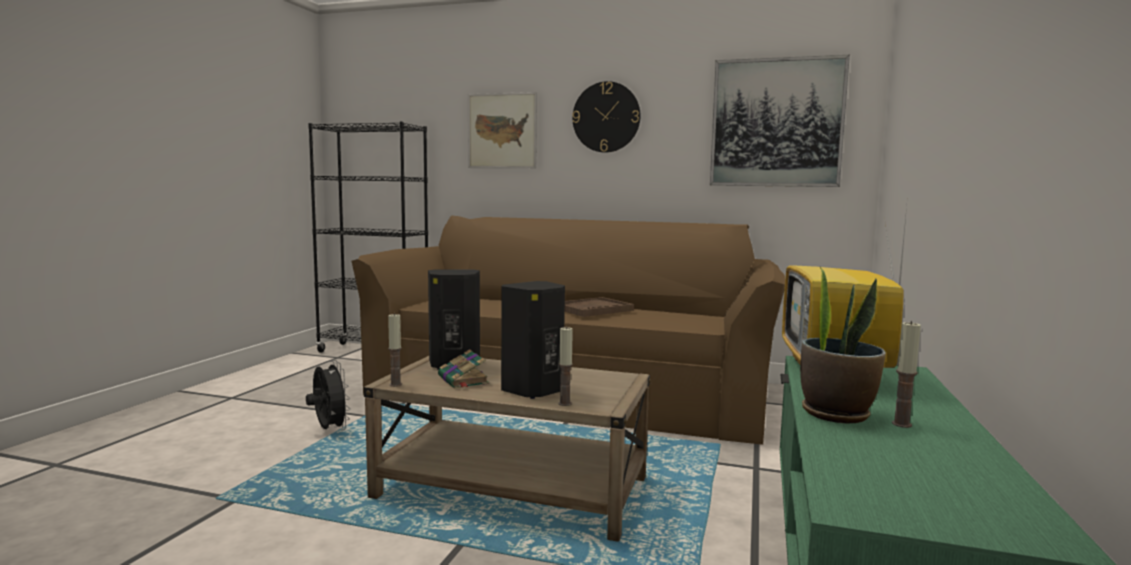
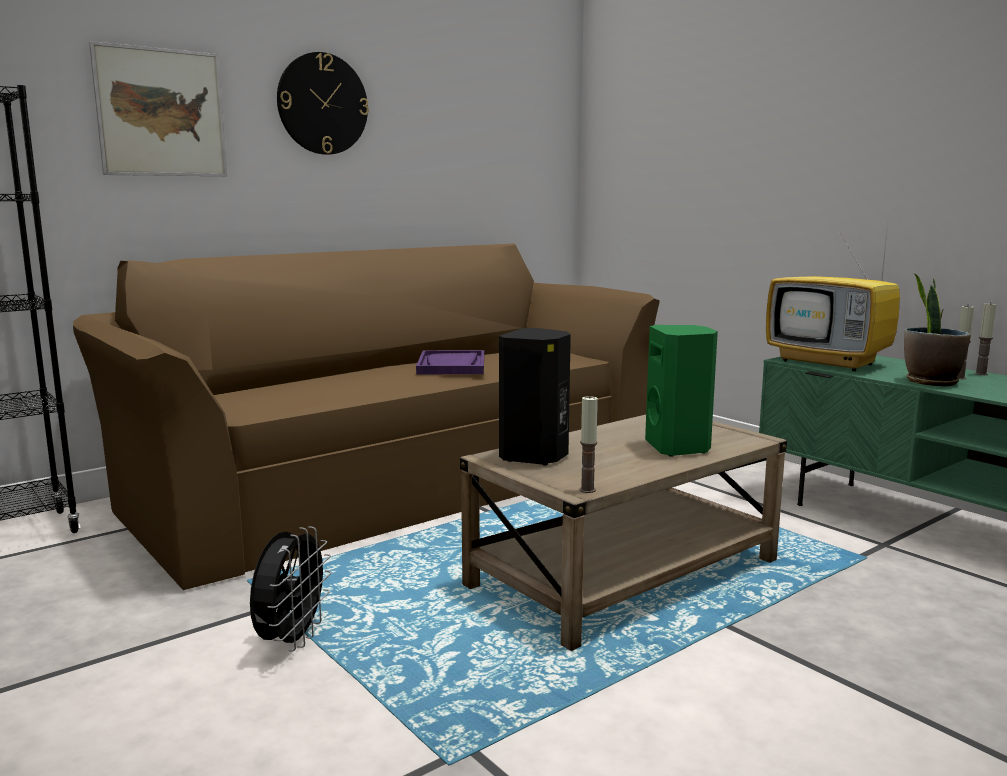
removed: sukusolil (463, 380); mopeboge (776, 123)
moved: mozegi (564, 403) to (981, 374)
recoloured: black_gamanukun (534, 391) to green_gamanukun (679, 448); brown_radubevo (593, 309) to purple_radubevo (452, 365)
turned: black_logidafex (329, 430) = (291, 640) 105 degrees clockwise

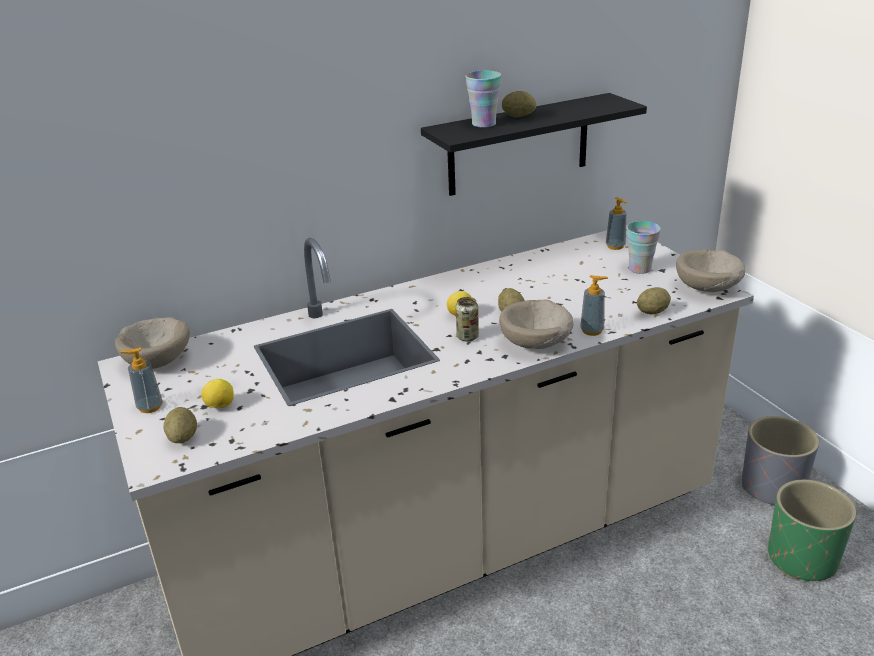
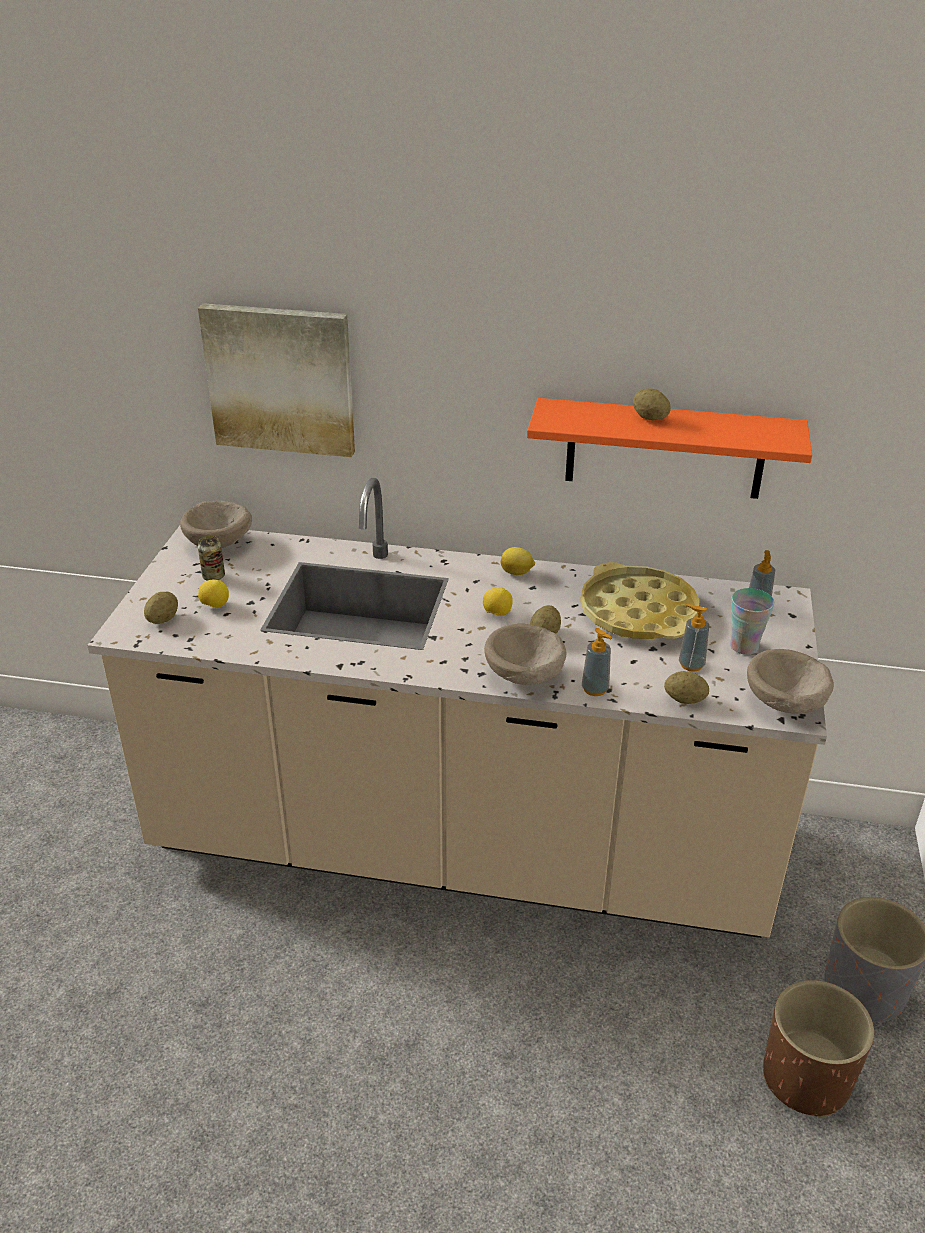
removed: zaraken (484, 124)
added: mopeboge (281, 379); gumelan (517, 573); yellow_radubevo (638, 612)
moved: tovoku (150, 407) to (691, 665); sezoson (467, 337) to (213, 576)
recoloured: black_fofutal (519, 145) to orange_fofutal (665, 449); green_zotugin (802, 559) to brown_zotugin (806, 1078)

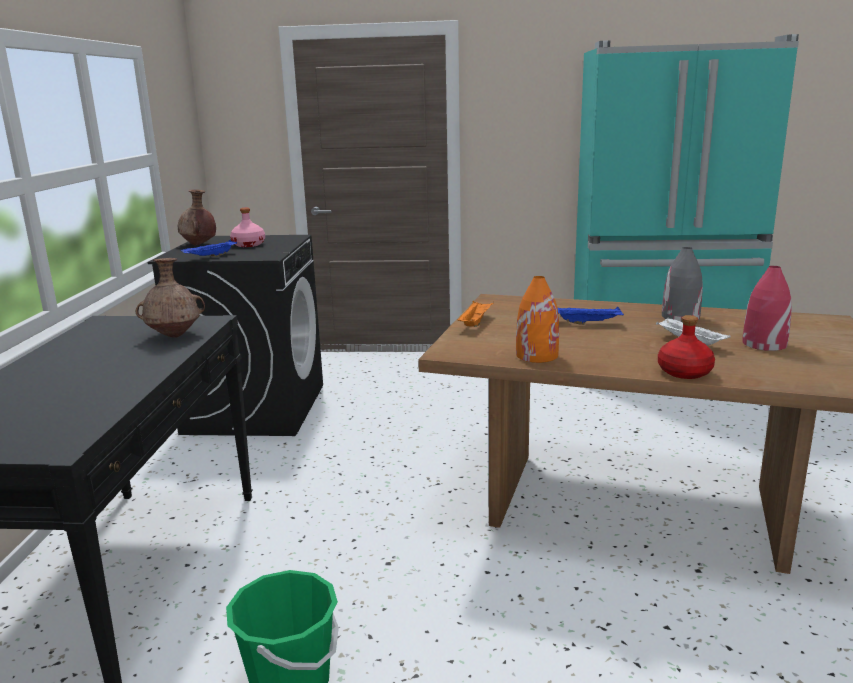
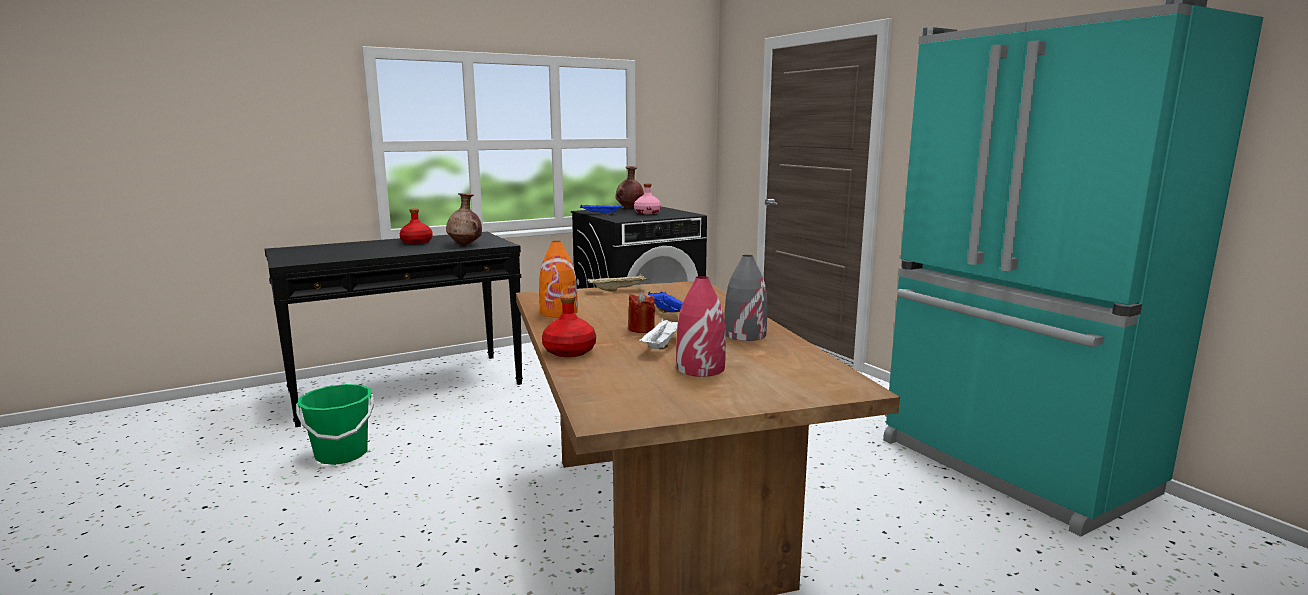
added: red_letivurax (417, 242); red_mozegi (641, 329)
recoloured: orange_radubevo (475, 323) to beige_radubevo (618, 290)

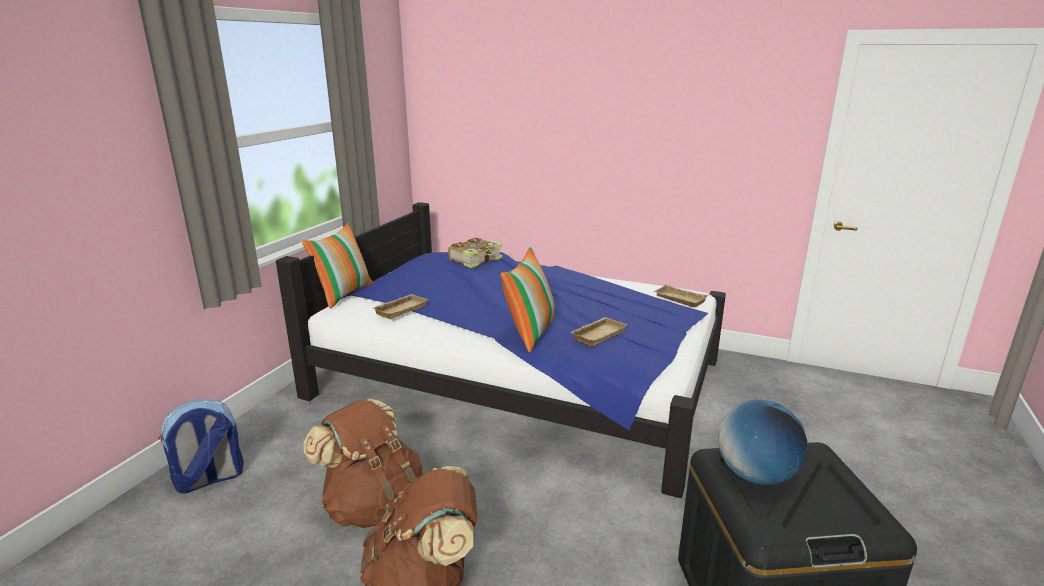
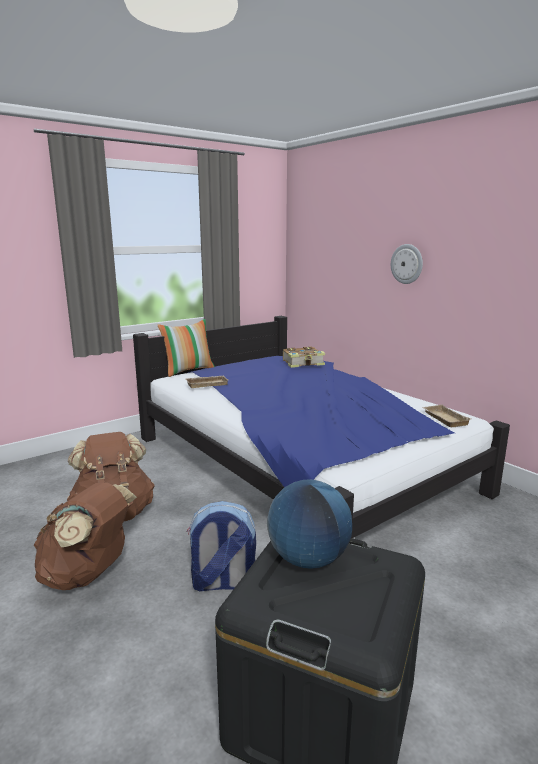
removed: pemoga (530, 332); beige_radubevo (598, 334)
added: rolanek (407, 264)
moved: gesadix (209, 479) to (222, 583)

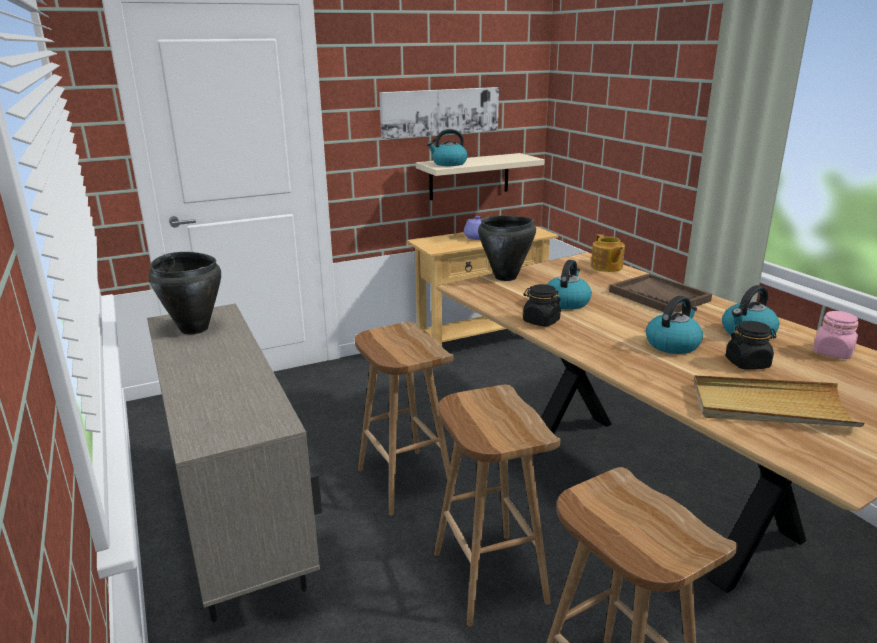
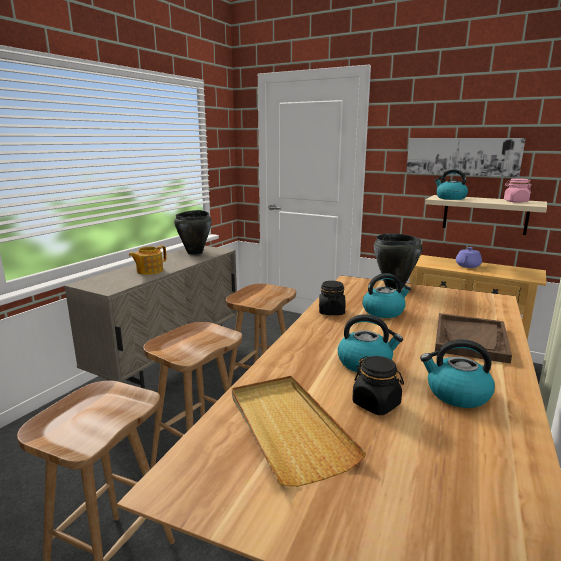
moved: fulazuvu (606, 267) to (149, 271); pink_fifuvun (833, 352) to (515, 201)

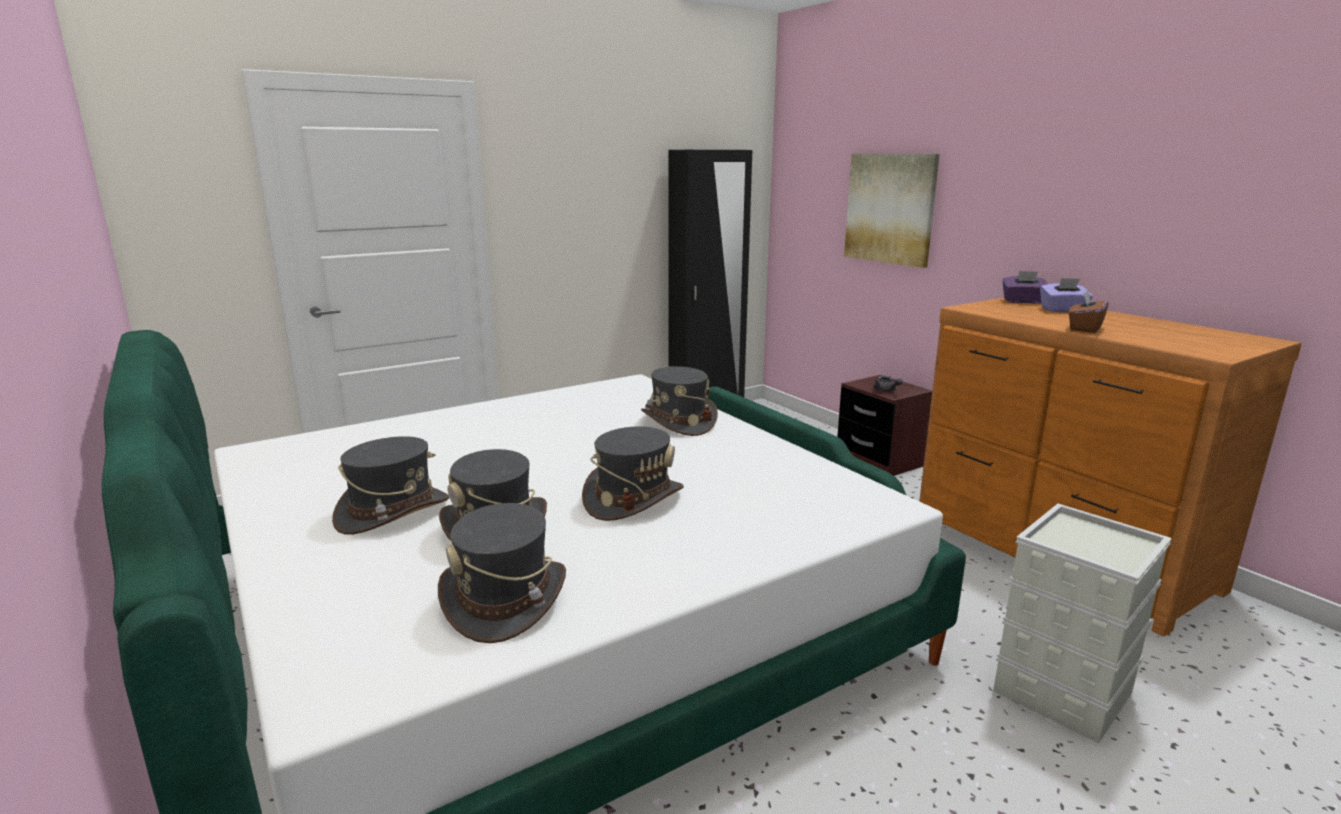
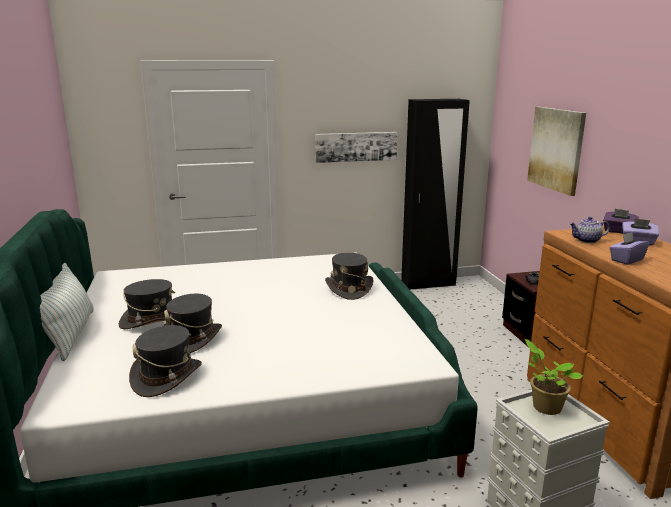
removed: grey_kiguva (633, 499)
added: pemoga (70, 335); mopeboge (356, 146); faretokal (544, 406); fulazuvu (587, 241)
recoloured: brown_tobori (1084, 328) to purple_tobori (626, 260)

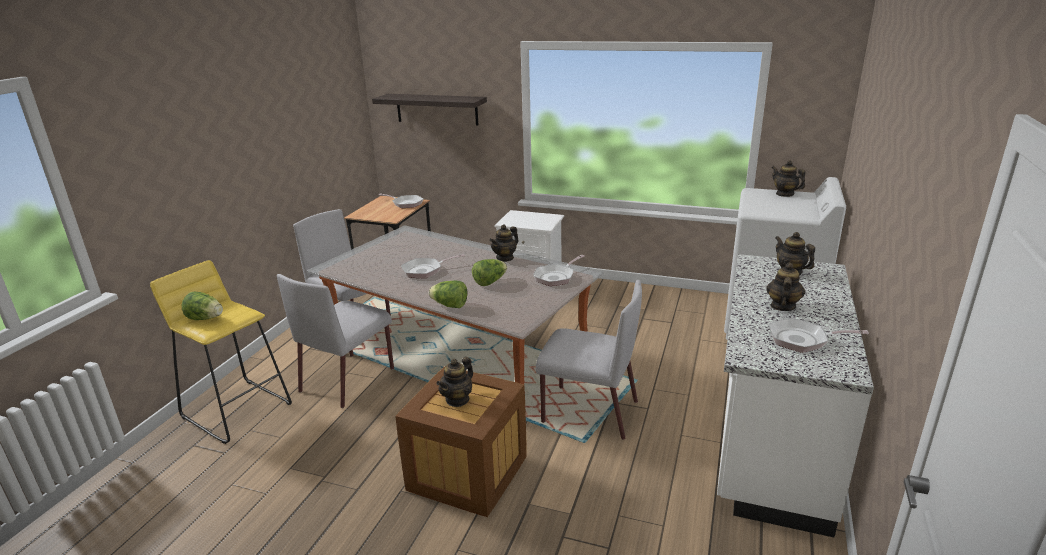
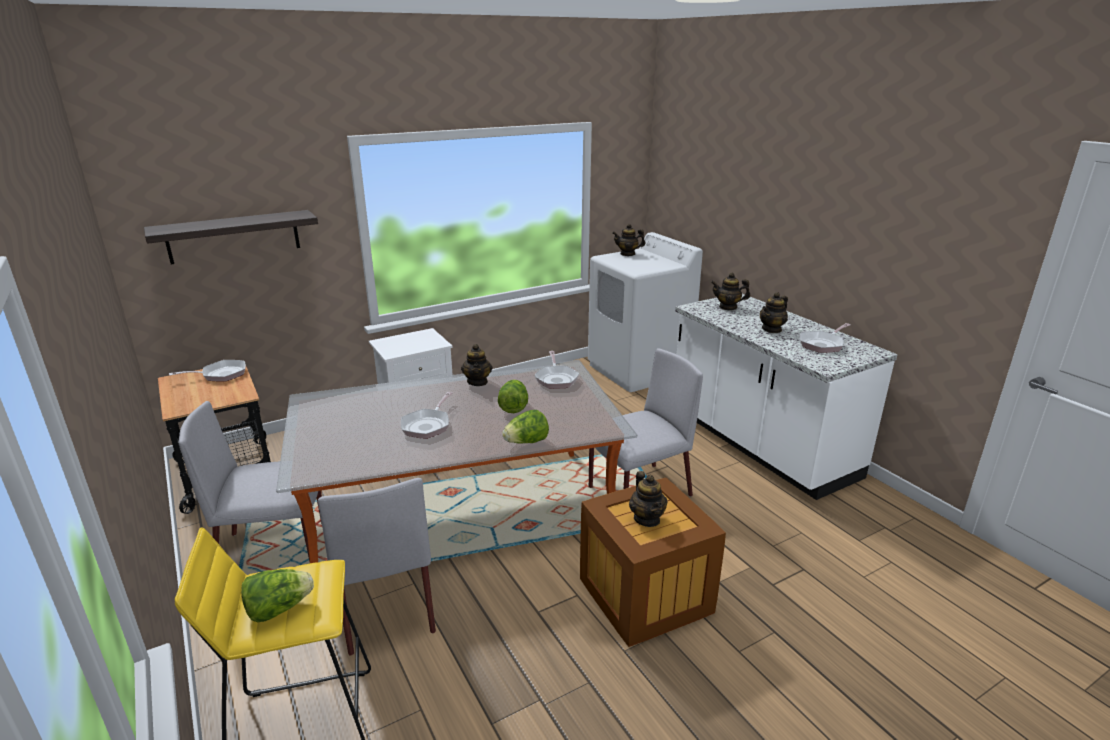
turned: fulazuvu (782, 306) = (772, 329) 105 degrees counterclockwise

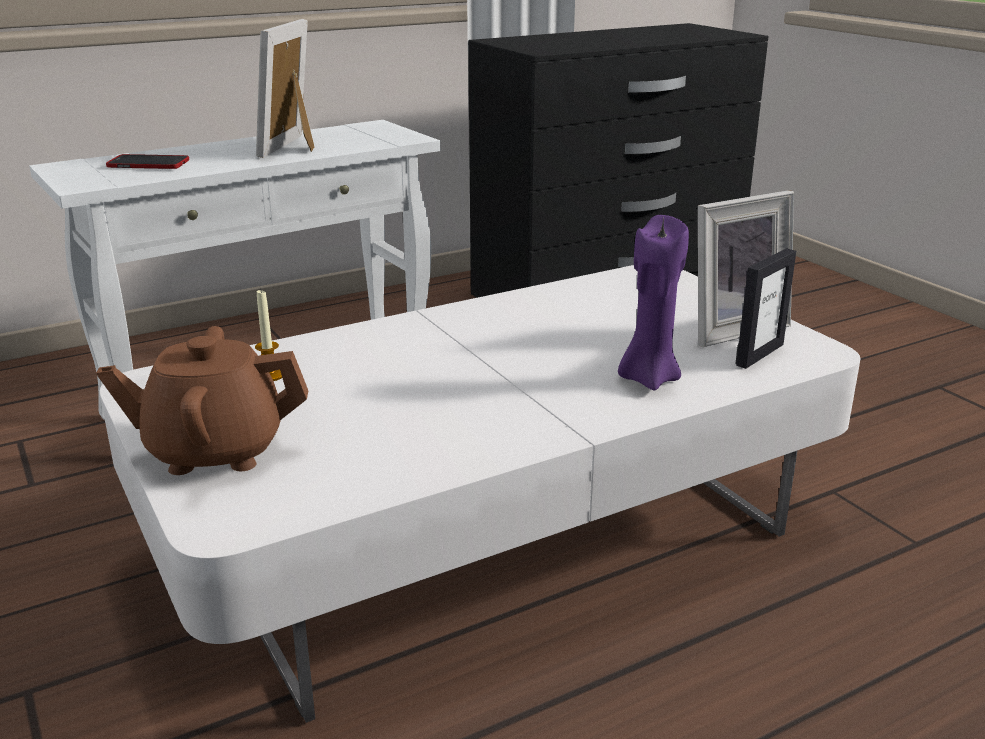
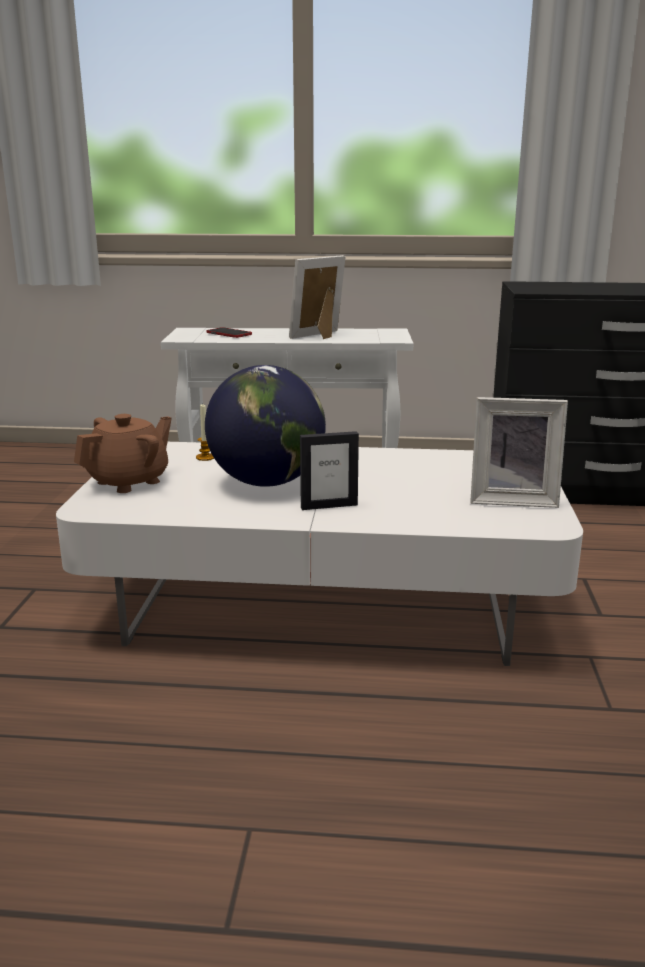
removed: purple_mozegi (648, 378)
added: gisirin (267, 482)
moved: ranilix (759, 354) to (329, 506)
turned: brown_fulazuvu (215, 451) = (129, 481) 105 degrees clockwise

